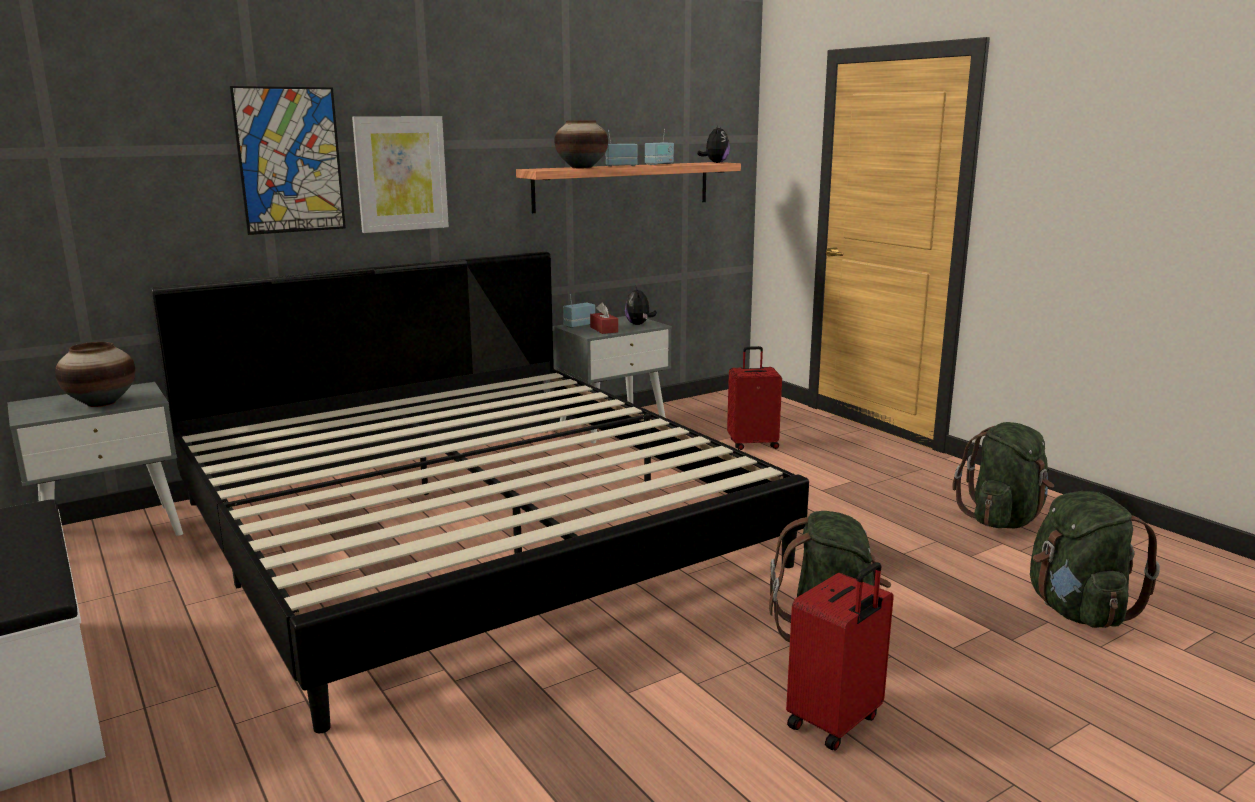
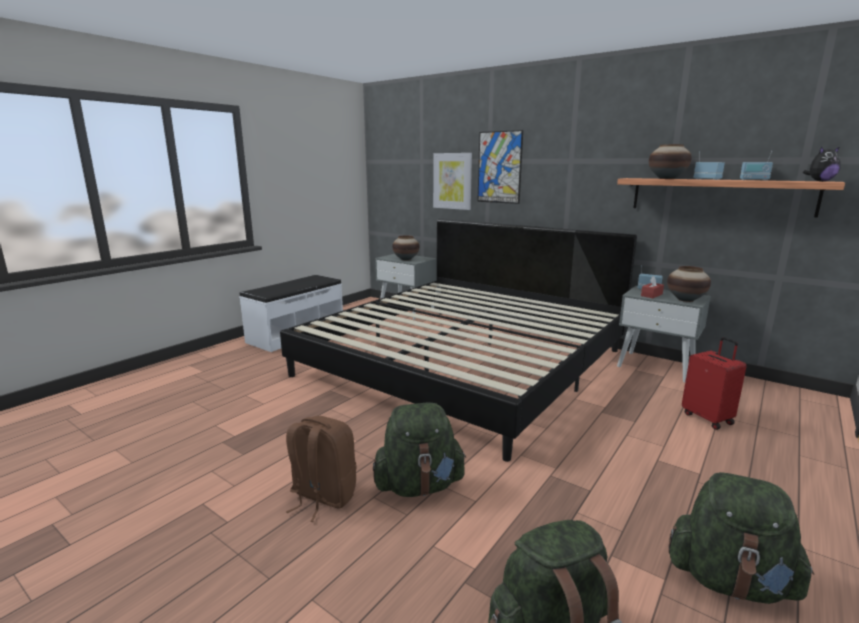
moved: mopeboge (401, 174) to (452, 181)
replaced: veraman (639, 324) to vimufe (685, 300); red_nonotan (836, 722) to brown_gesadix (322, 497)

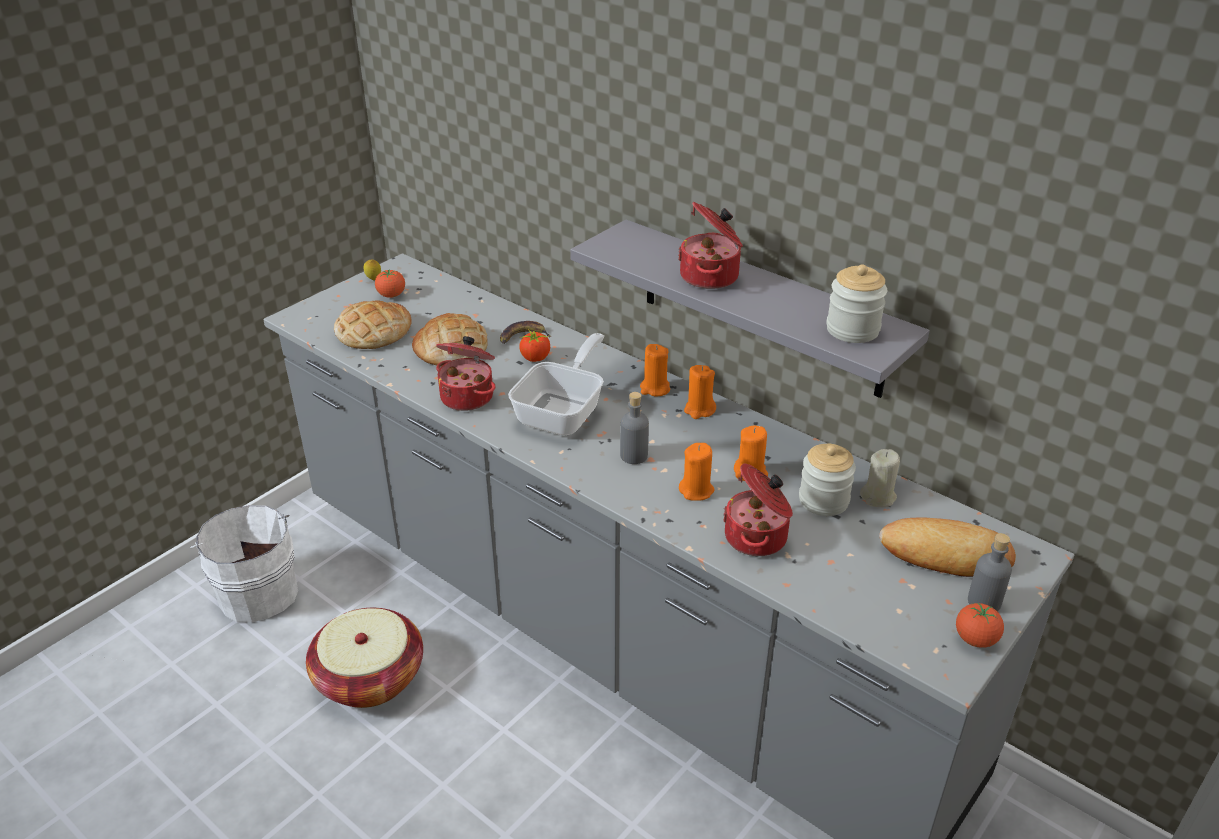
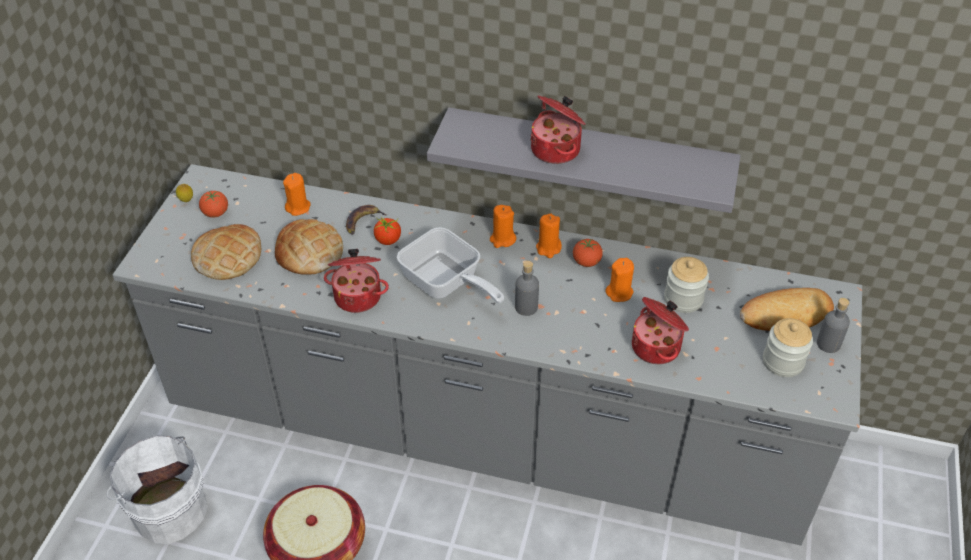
removed: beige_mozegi (878, 497)
moved: orange_mozegi (696, 490) to (298, 207); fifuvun (852, 330) to (783, 362); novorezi (975, 639) to (586, 262)
turned: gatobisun (564, 411) = (446, 284) 135 degrees clockwise

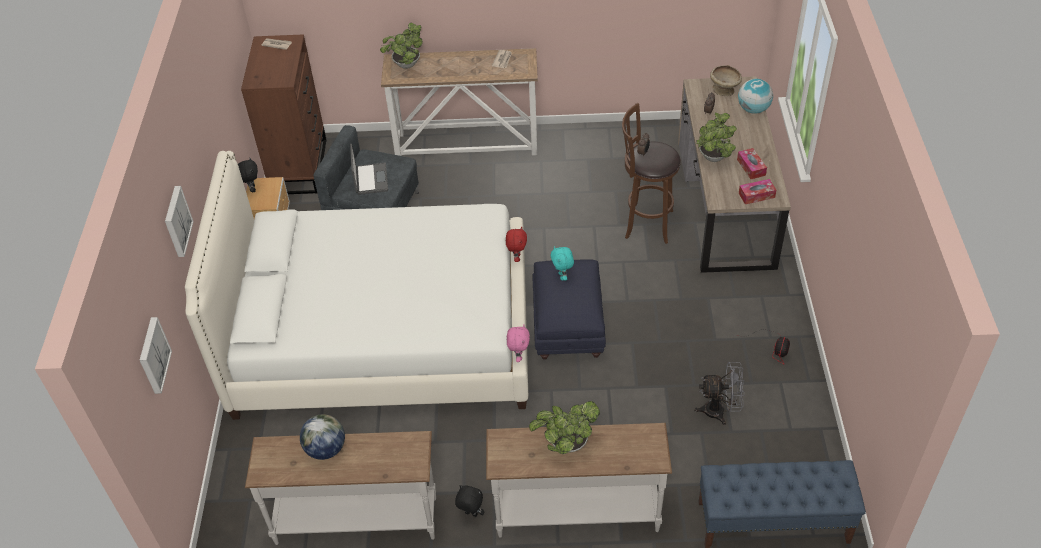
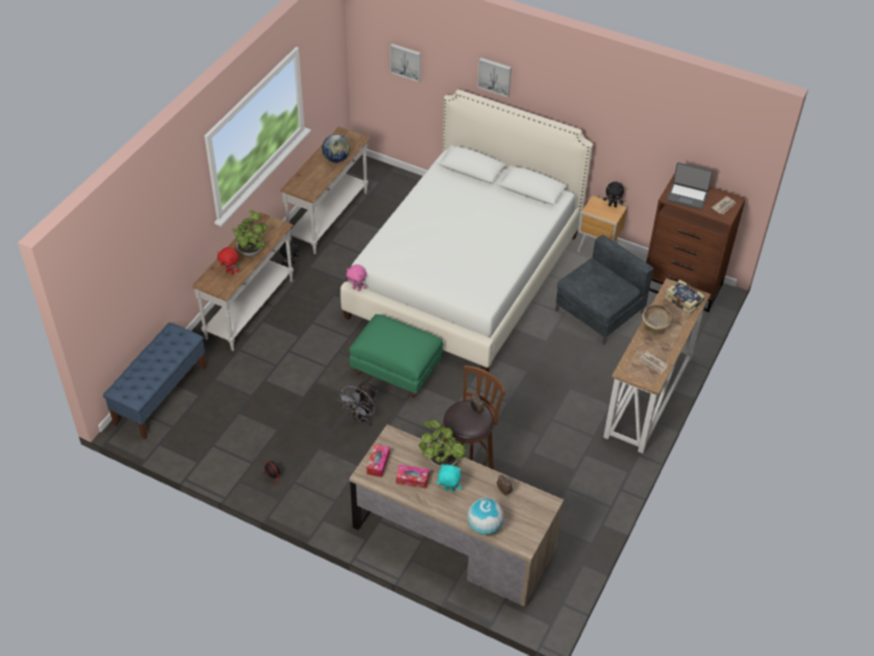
moved: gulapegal (370, 179) to (687, 196); red_veraman (516, 258) to (230, 272); turquoise_veraman (562, 276) to (448, 490); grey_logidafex (720, 411) to (361, 418); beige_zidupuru (724, 90) to (654, 328)
replaced: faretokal (405, 65) to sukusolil (684, 300)
recoloured: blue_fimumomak (568, 326) to green_fimumomak (397, 370)

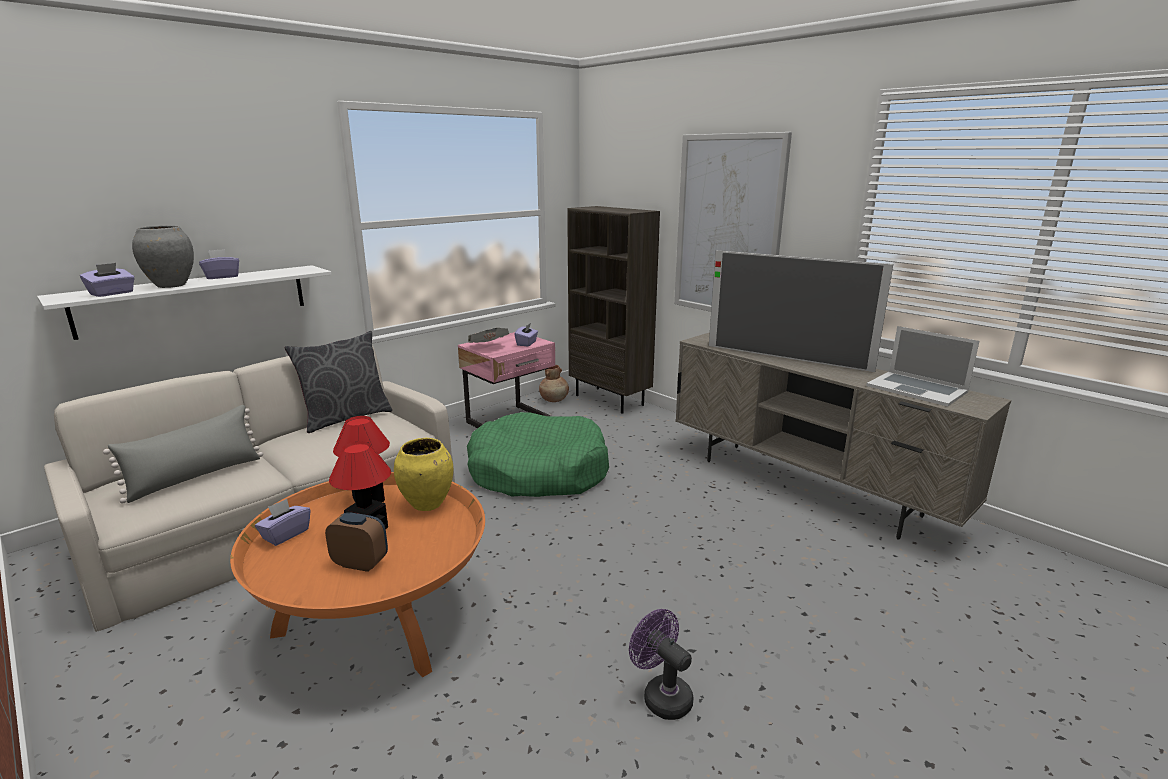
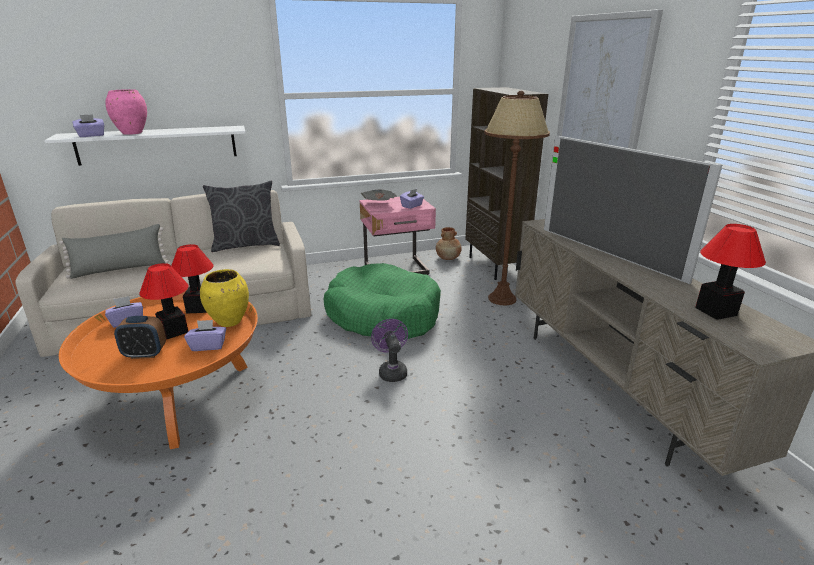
added: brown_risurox (502, 299)
moved: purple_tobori (221, 277) to (208, 346); purple_logidafex (661, 695) to (391, 371)
replaced: gulapegal (917, 389) to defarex (716, 311)
recoloured: grey_vimufe (170, 285) to pink_vimufe (131, 133)
turned: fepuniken (360, 563) = (145, 354) 135 degrees clockwise

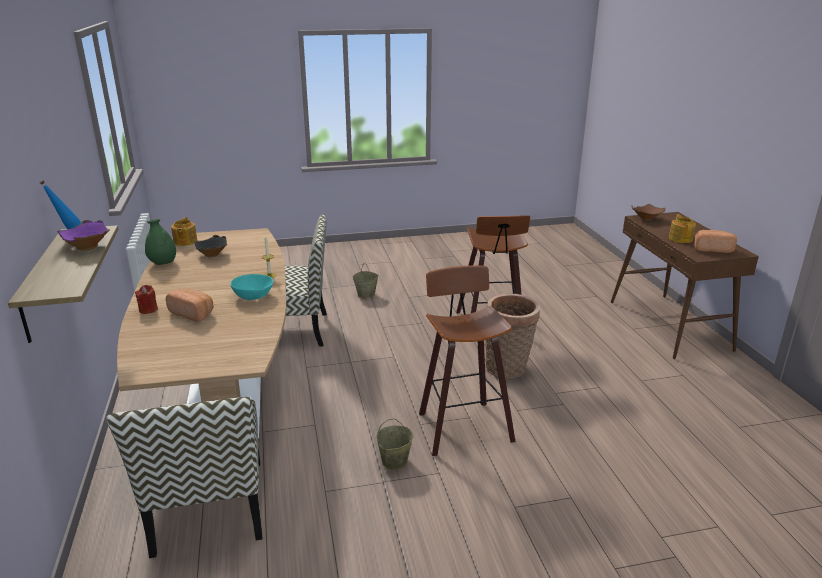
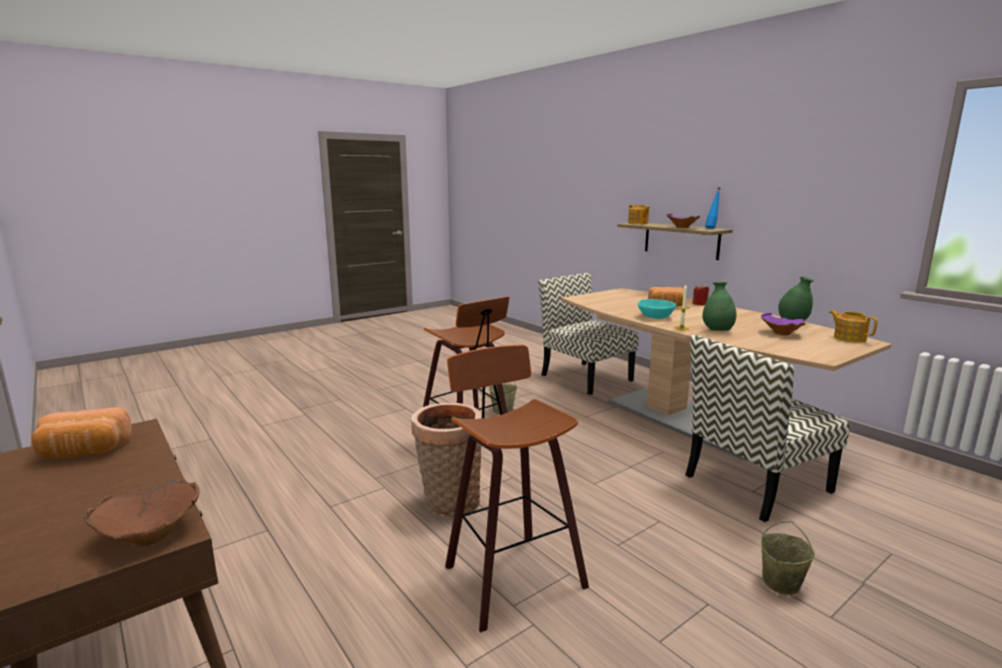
added: green_vimufe (717, 331)
moved: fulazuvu (680, 238) to (638, 223)
recoloured: black_zidupuru (213, 254) to purple_zidupuru (781, 333)

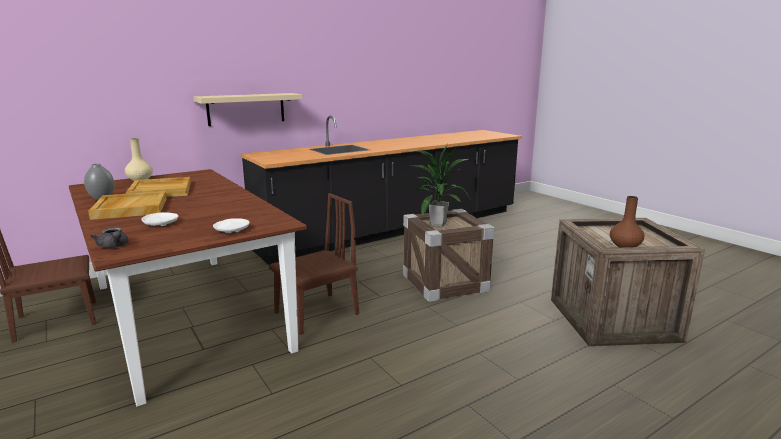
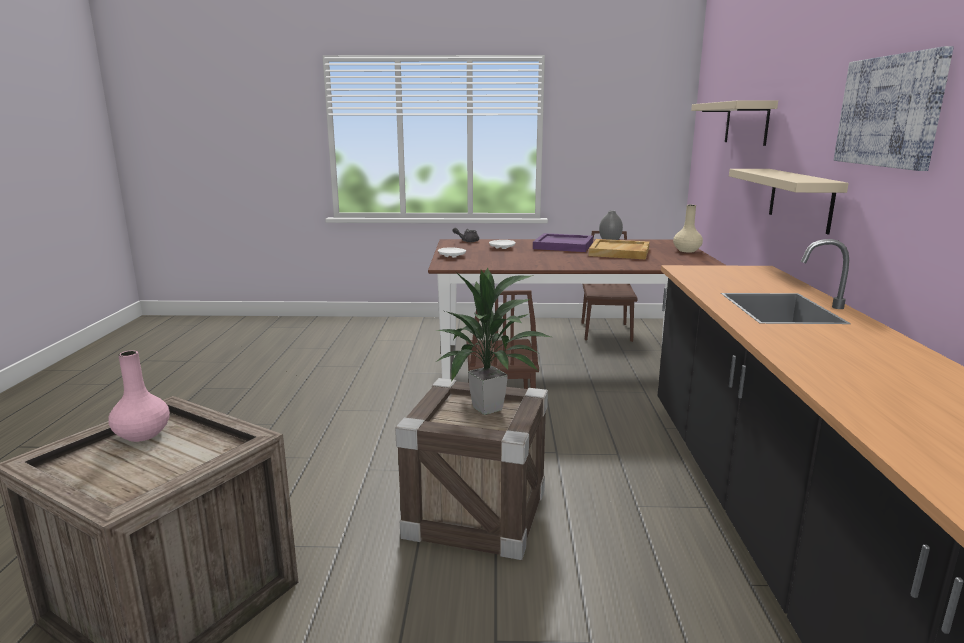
added: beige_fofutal (746, 123); mopeboge (889, 111)
recoloured: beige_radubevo (130, 208) to purple_radubevo (564, 245); brown_vimufe (624, 246) to pink_vimufe (143, 435)

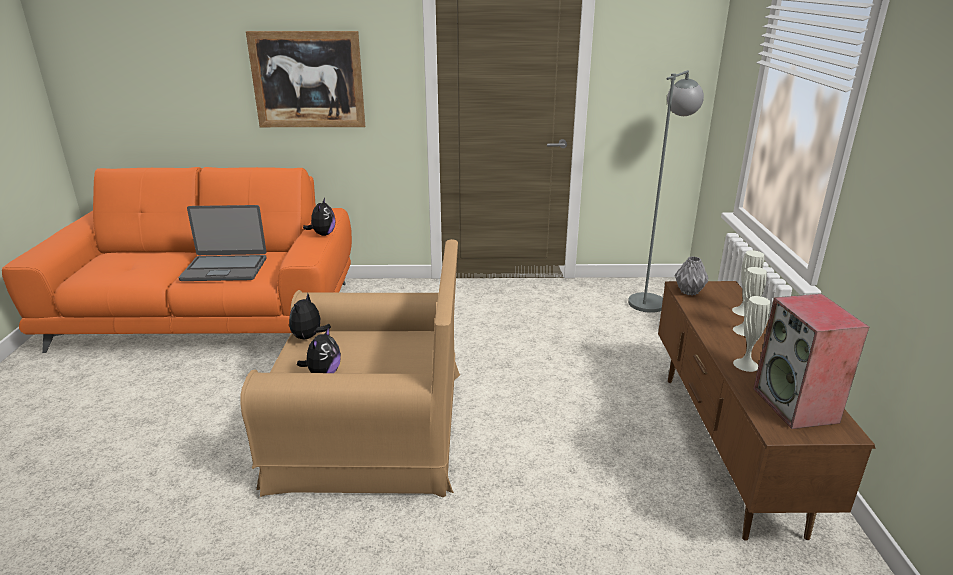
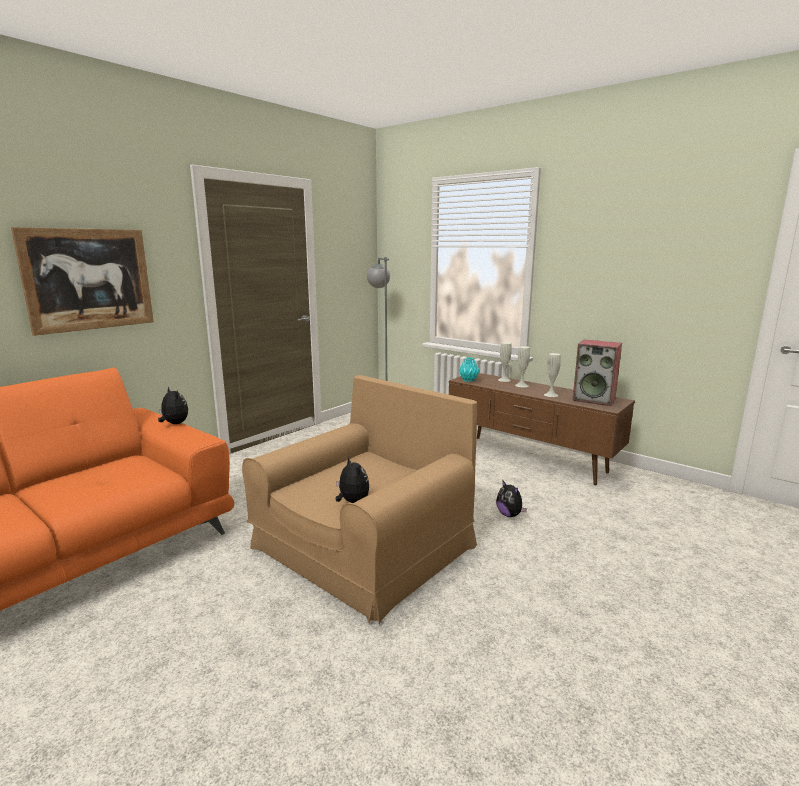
removed: gulapegal (225, 269)
moved: veraman (309, 337) to (509, 515)
recoloured: grey_vimufe (689, 292) to turquoise_vimufe (469, 380)

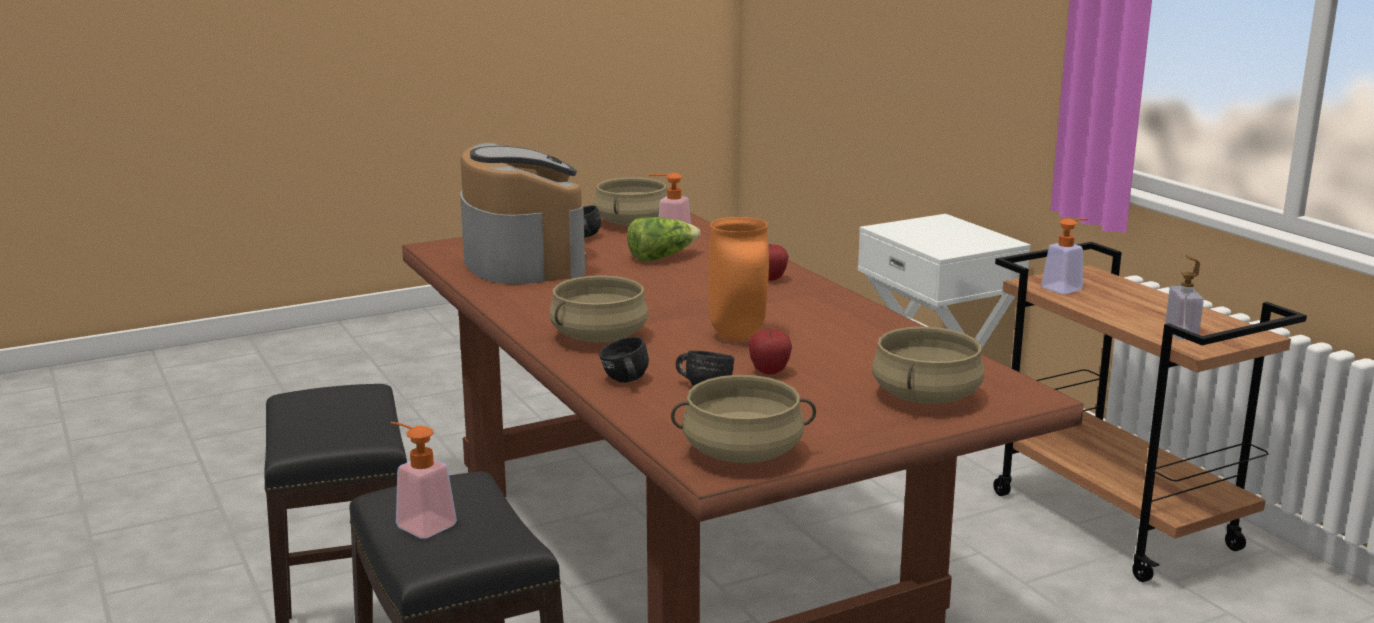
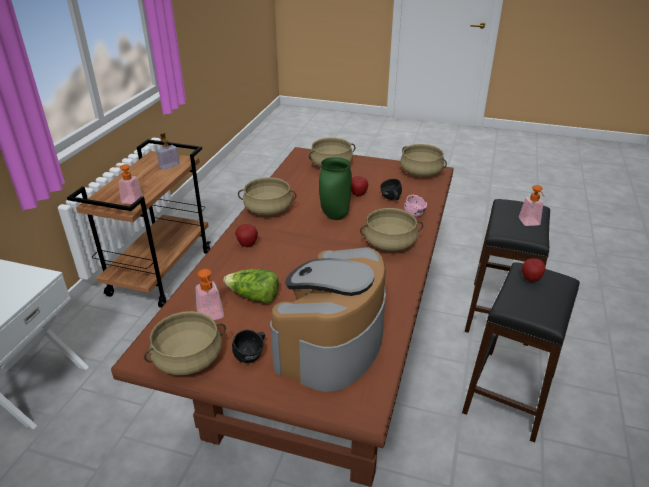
added: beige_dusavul (268, 210); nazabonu (530, 279)
recoloured: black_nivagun (624, 382) to pink_nivagun (416, 214); orange_vimufe (739, 336) to green_vimufe (334, 216)

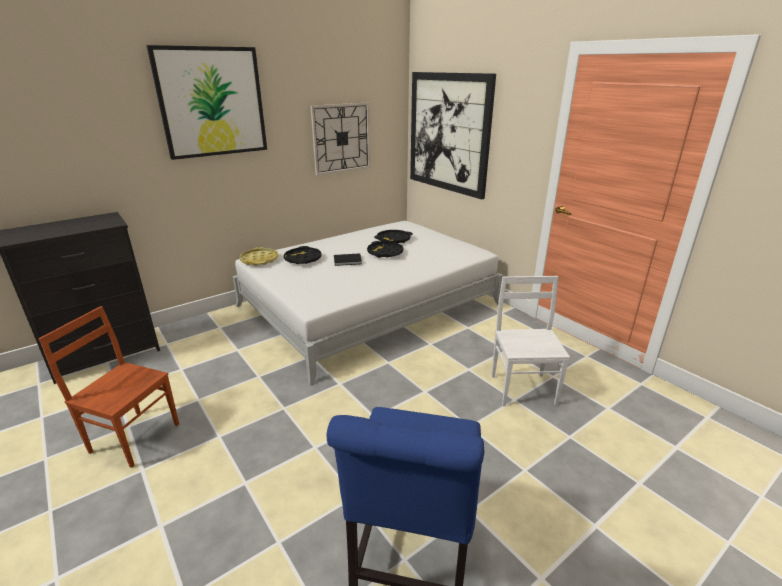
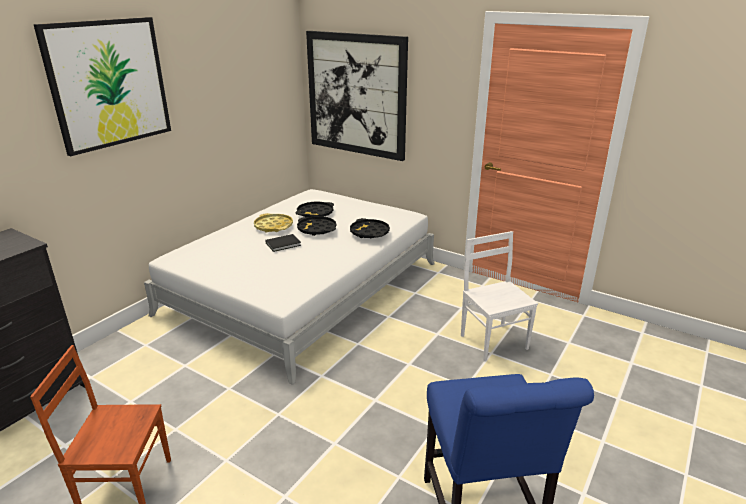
removed: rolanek (341, 138)
moved: yellow_radubevo (259, 260) to (273, 226); black_radubevo (303, 259) to (369, 232)

